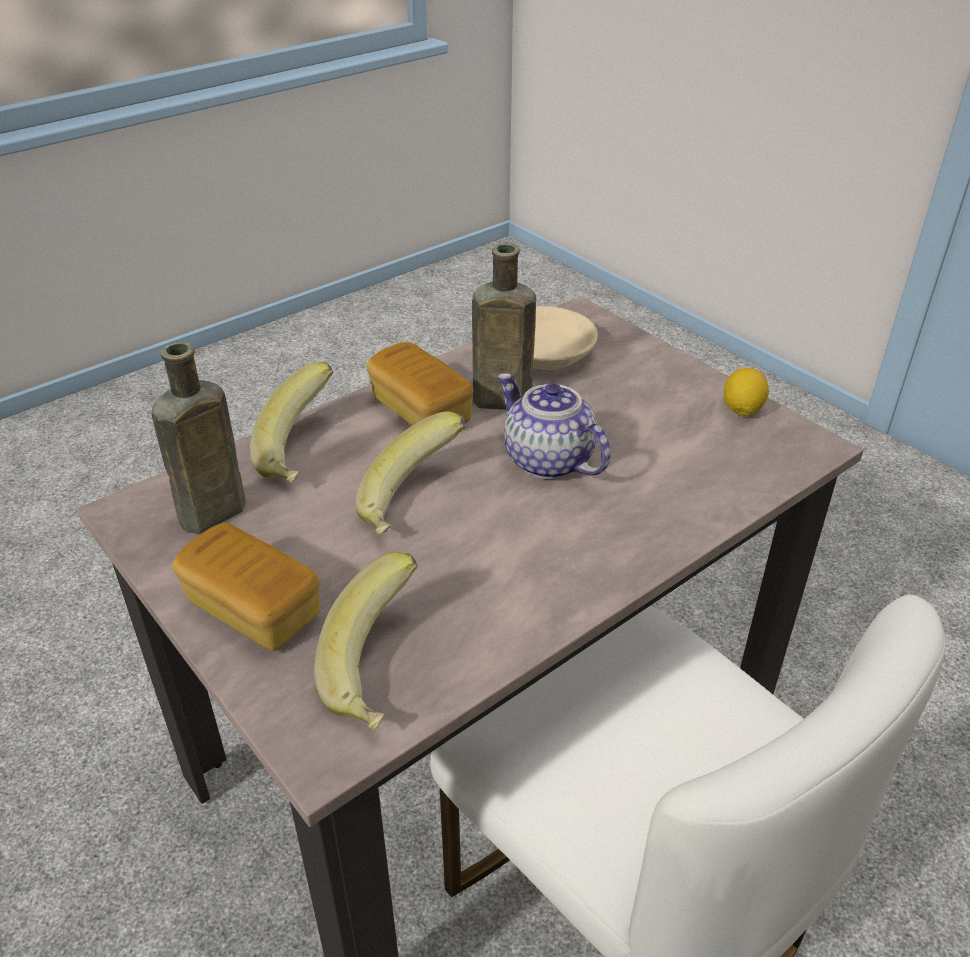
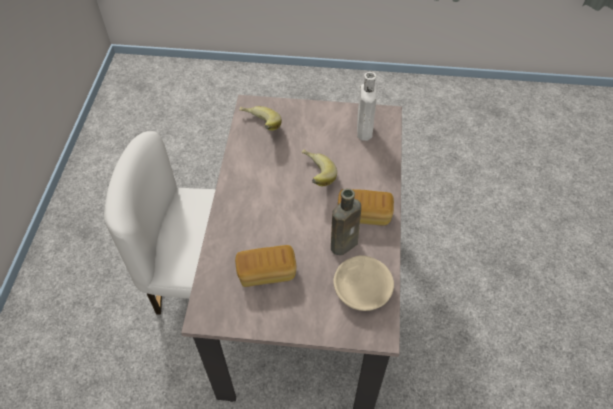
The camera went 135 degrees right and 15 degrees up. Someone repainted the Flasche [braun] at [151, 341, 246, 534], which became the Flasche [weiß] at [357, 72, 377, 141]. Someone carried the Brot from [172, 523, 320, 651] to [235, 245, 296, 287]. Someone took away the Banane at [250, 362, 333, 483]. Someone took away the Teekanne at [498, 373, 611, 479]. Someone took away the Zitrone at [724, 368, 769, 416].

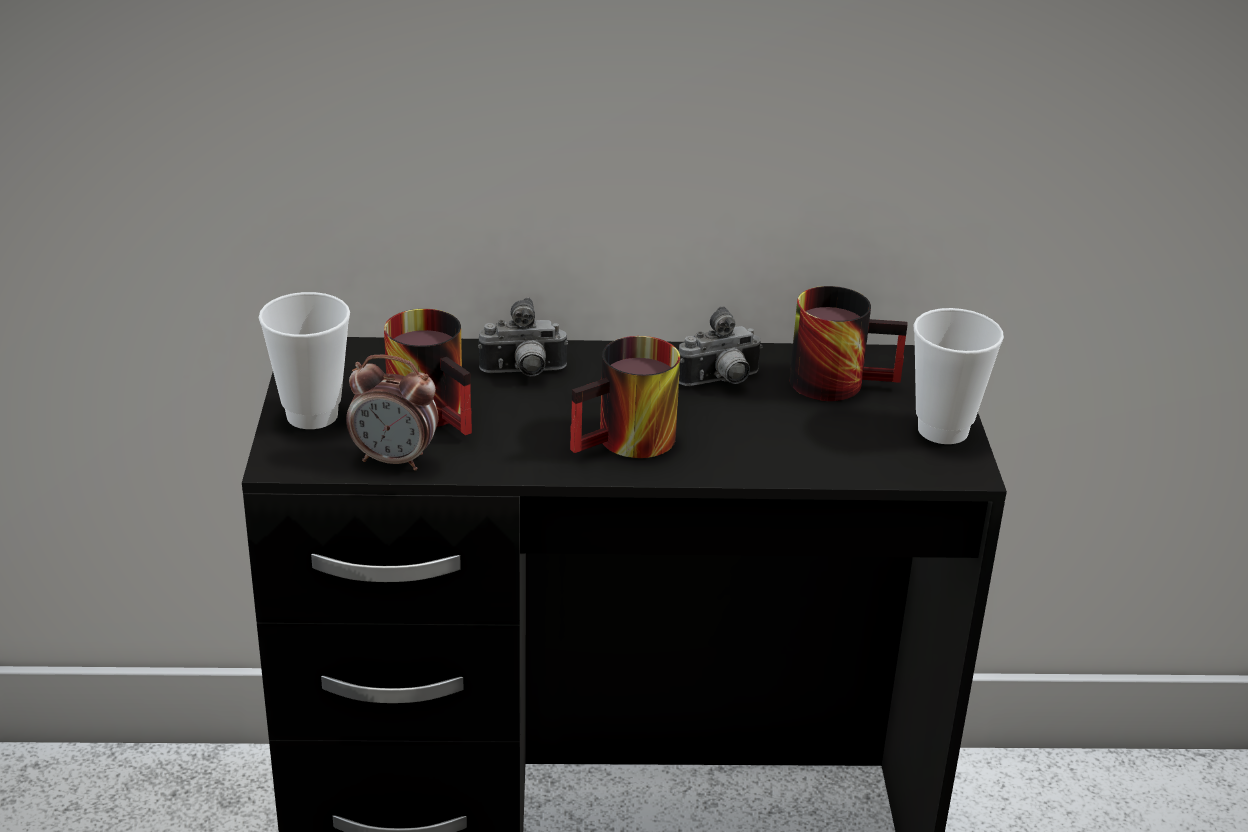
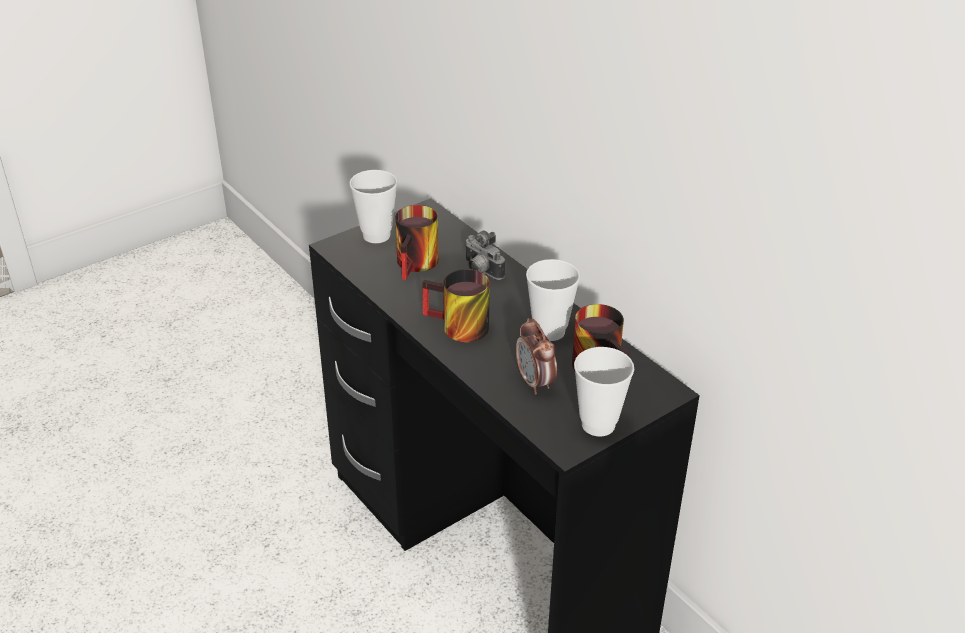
The camera went 55 degrees right and 5 degrees up. Someone carried the Wecker from [346, 355, 438, 471] to [516, 318, 557, 394]. Someone swapped the Kamera at [679, 306, 763, 386] for the Tasse at [526, 259, 580, 341].

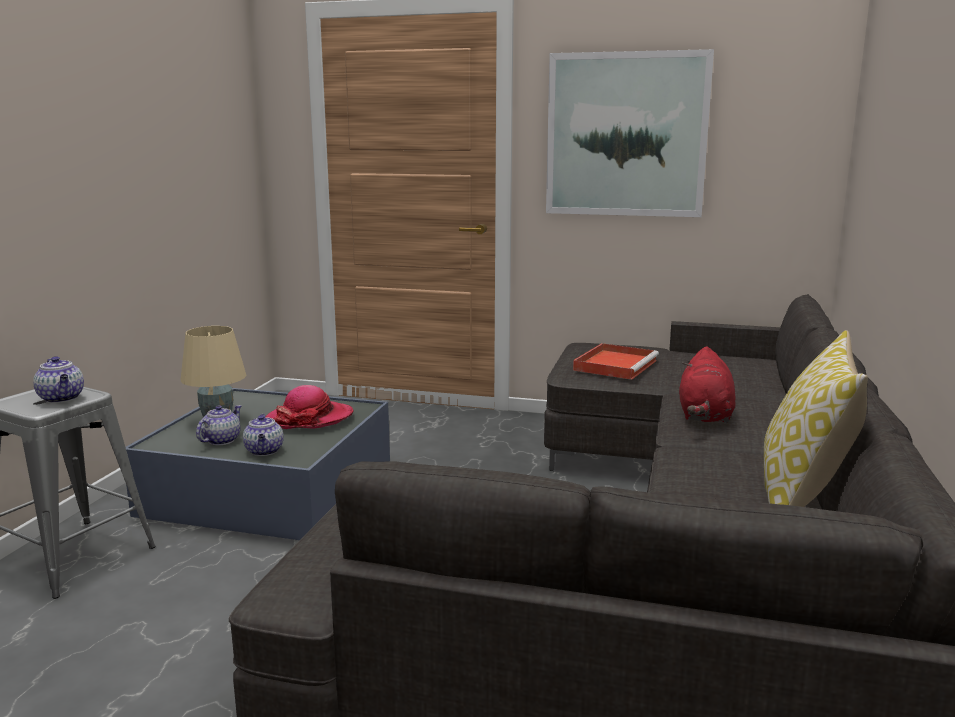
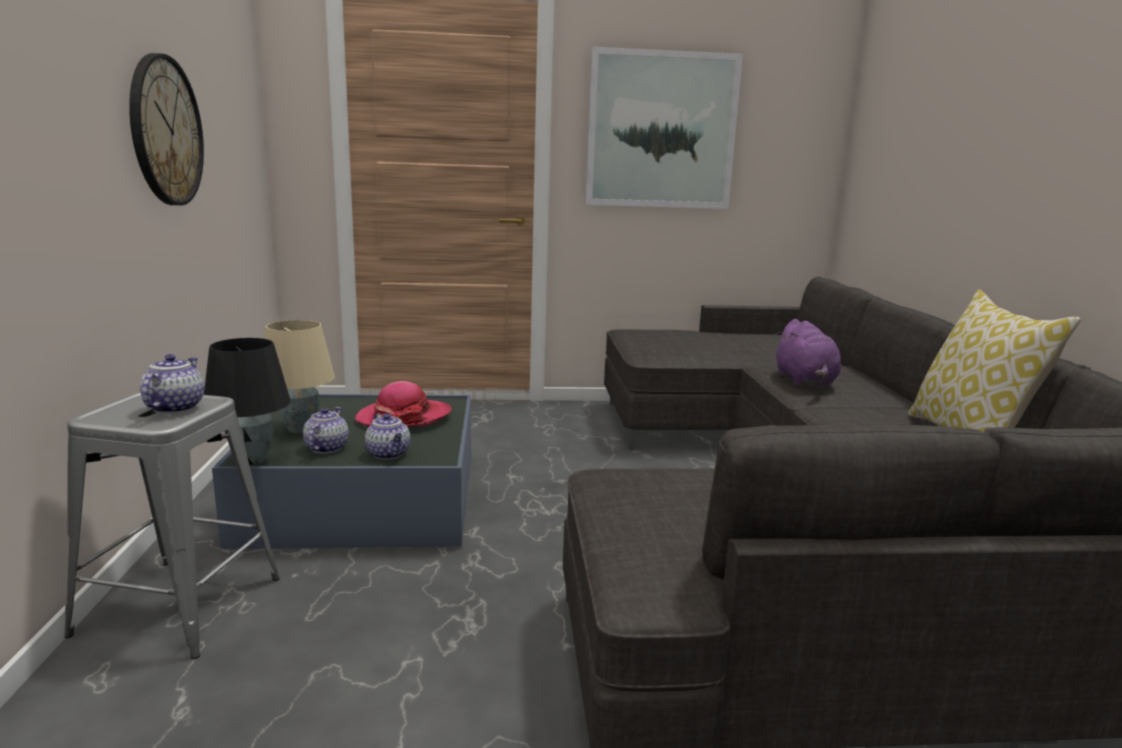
The camera went 20 degrees left and 0 degrees up. Someone rotated the Teekanne at [33, 356, 84, 403] by 120 degrees counterclockwise. Someone took away the Tablett [rot] at [573, 343, 659, 380]. Someone repainted the Plüschtier [rot] at [679, 346, 736, 423], which became the Plüschtier [lila] at [775, 319, 841, 386]. Someone put up the Wanduhr at [129, 53, 204, 205]. Someone put down the Tischlampe [schwarz] at [204, 338, 290, 465].

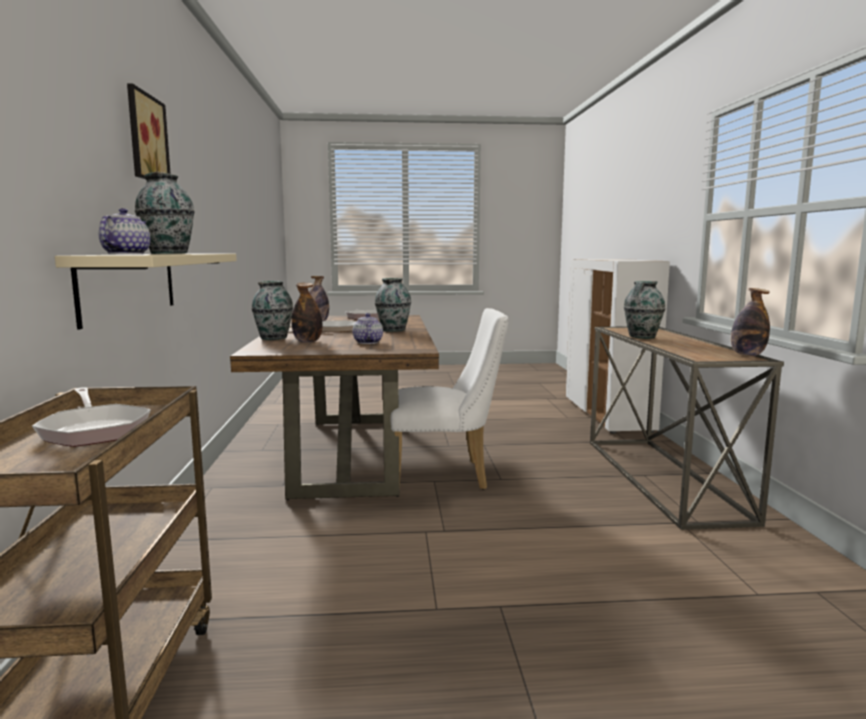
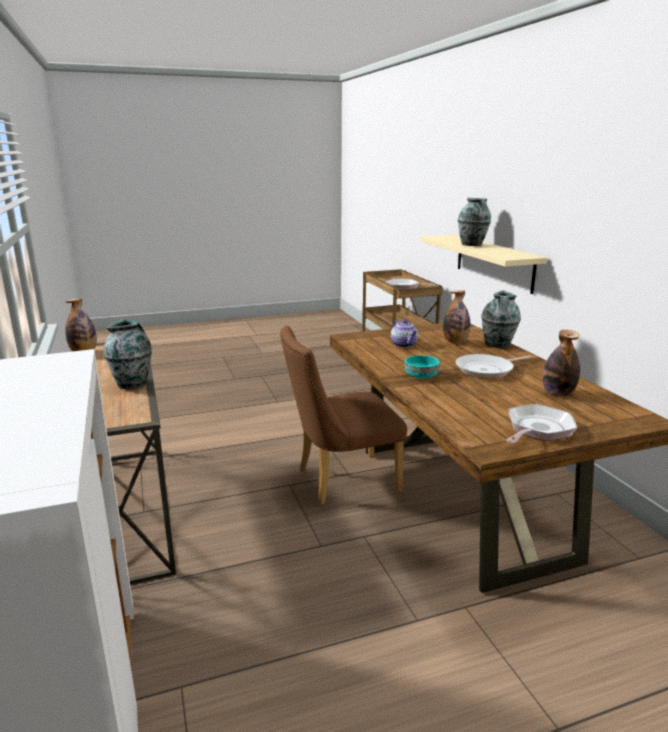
The camera went 165 degrees right and 10 degrees up. Someone took away the Teekanne at [99, 208, 150, 255]. Someone took away the Bild at [127, 83, 171, 179]. Someone swapped the Vase at [375, 278, 411, 332] for the Schüssel [türkis] at [404, 355, 440, 378]. Someone repainted the Stuhl [weiß] at [390, 308, 509, 490], which became the Stuhl [braun] at [280, 326, 407, 505].

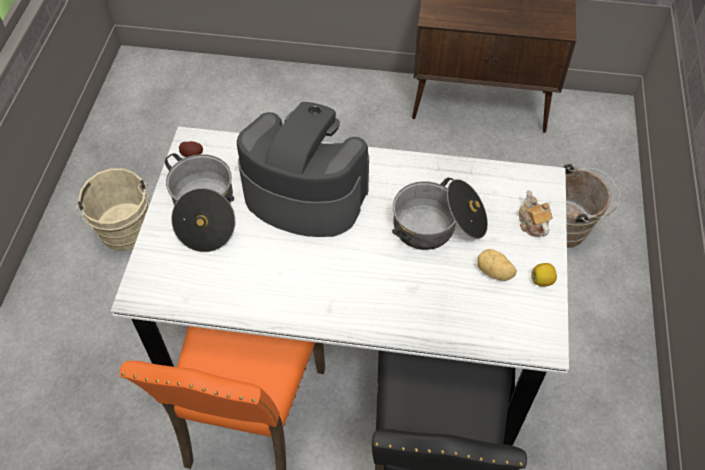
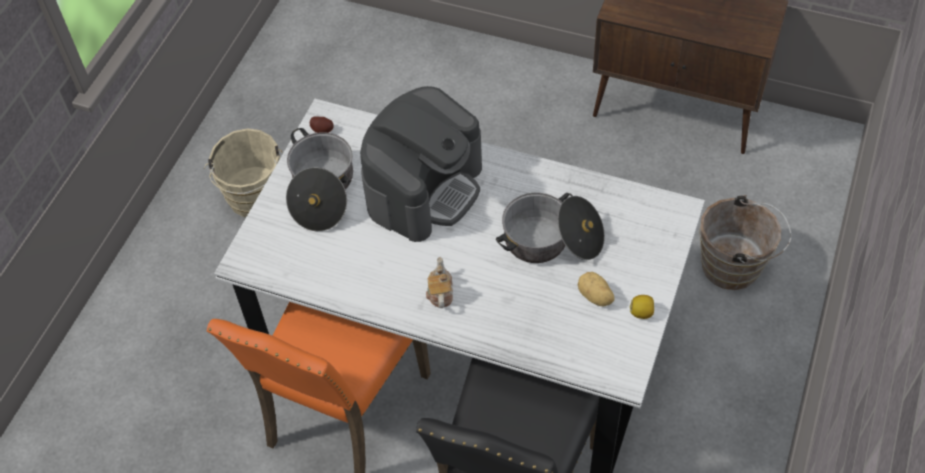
The camera went 15 degrees right and 0 degrees up. Someone rotated the Kaffeemaschine at [237, 102, 369, 237] by 90 degrees clockwise. Someone carried the Teekanne from [519, 190, 553, 237] to [426, 257, 453, 308].

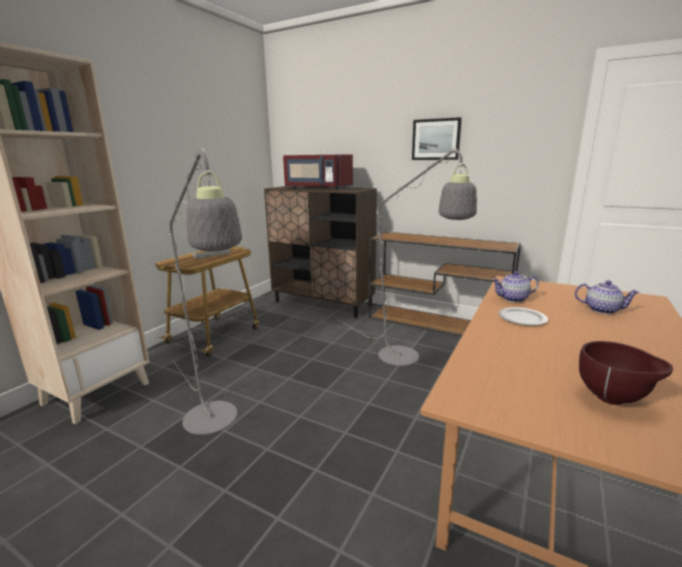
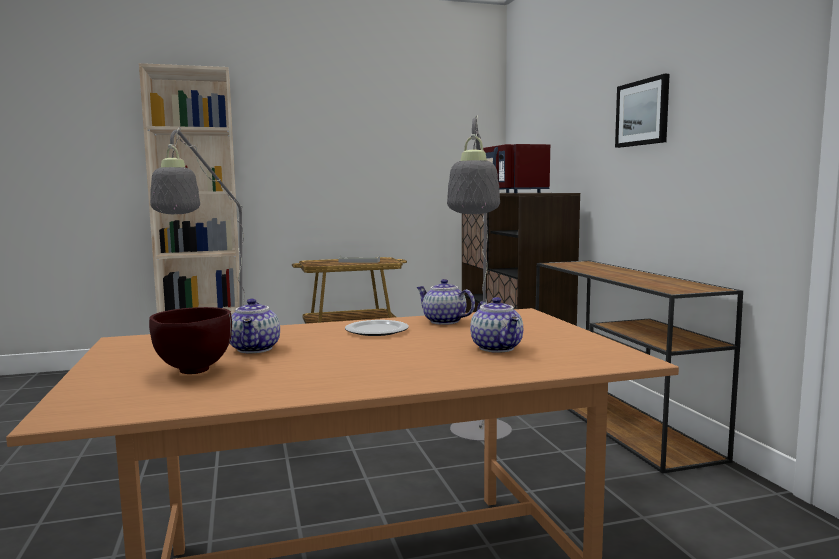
The camera went 45 degrees right and 10 degrees down. Someone put down the Teekanne at [230, 299, 280, 353].

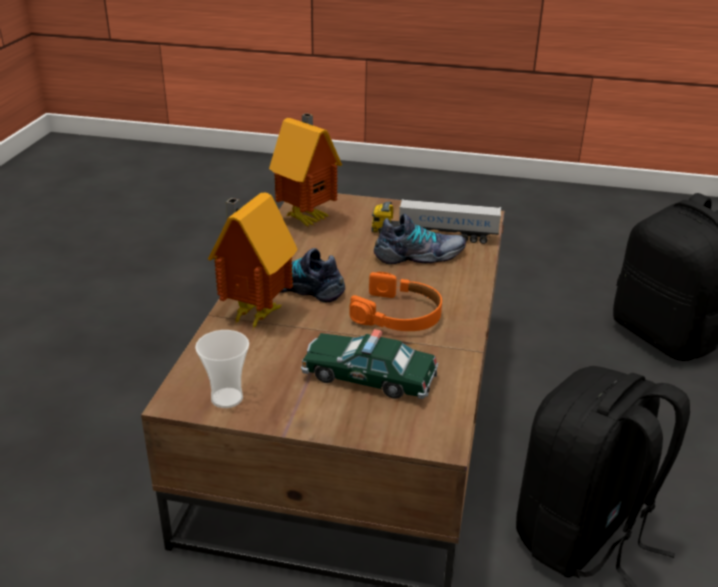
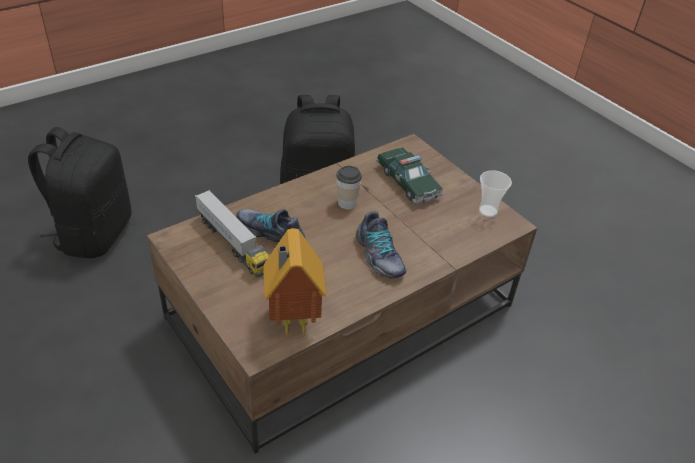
The camera went 140 degrees left and 10 degrees up. Someone took away the Spielzeughaus at [208, 193, 297, 329]. Someone swapped the Kopfhörer [orange] at [349, 272, 442, 331] for the Tasse at [336, 166, 362, 209].

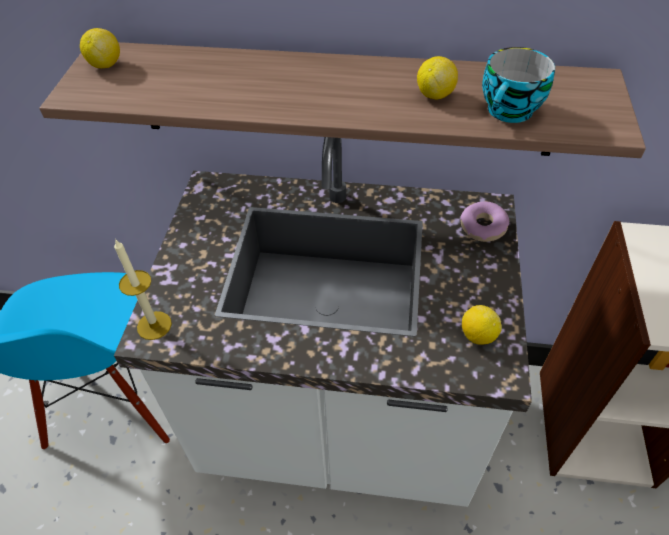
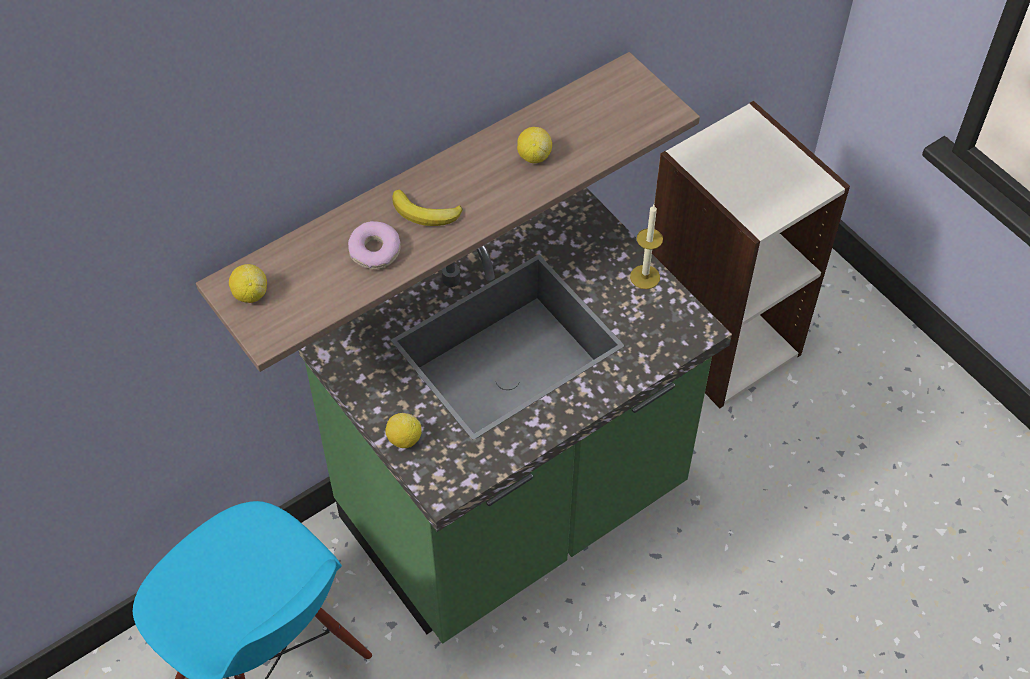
The camera went 45 degrees left and 5 degrees up. Someone repainted the Küchenzeile [weiß] at [114, 137, 532, 507], which became the Küchenzeile [grün] at [298, 188, 732, 644]. Someone carried the Kerze from [114, 239, 172, 340] to [630, 205, 663, 289]. Someone carried the Donut from [461, 201, 509, 242] to [348, 221, 401, 269]. Someone carried the Zitrone from [462, 305, 502, 345] to [385, 413, 422, 448]. Someone took away the Tasse at [482, 47, 555, 123]. Someone put down the Banane at [392, 189, 463, 226].

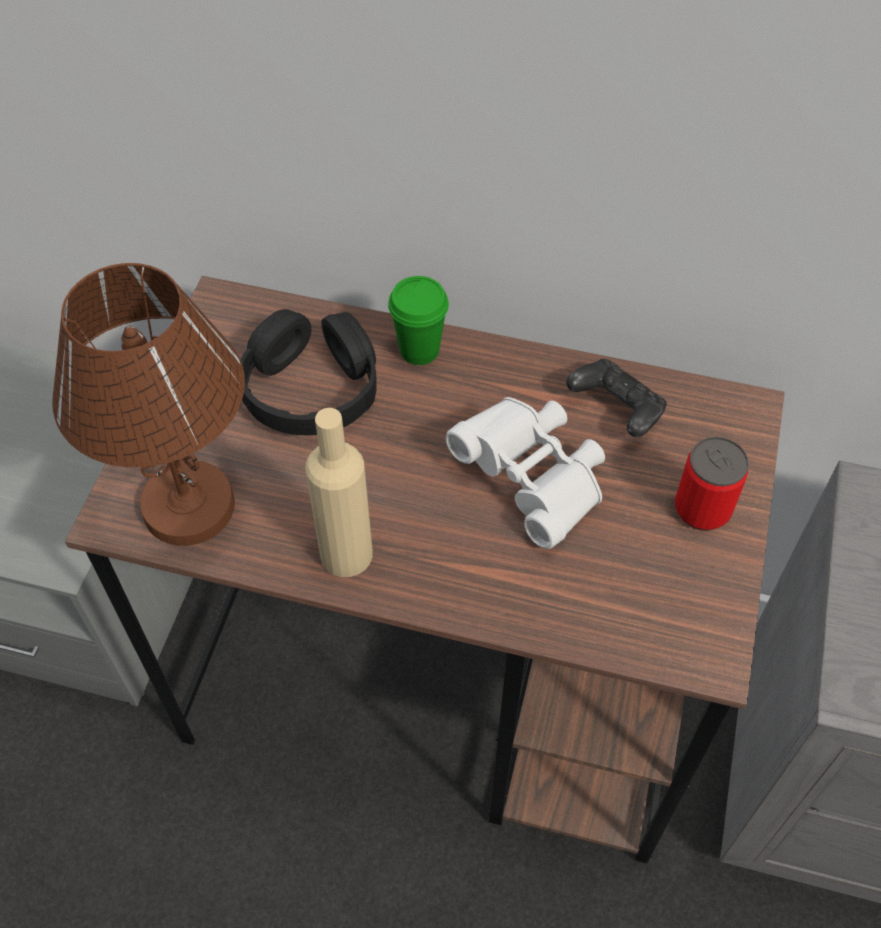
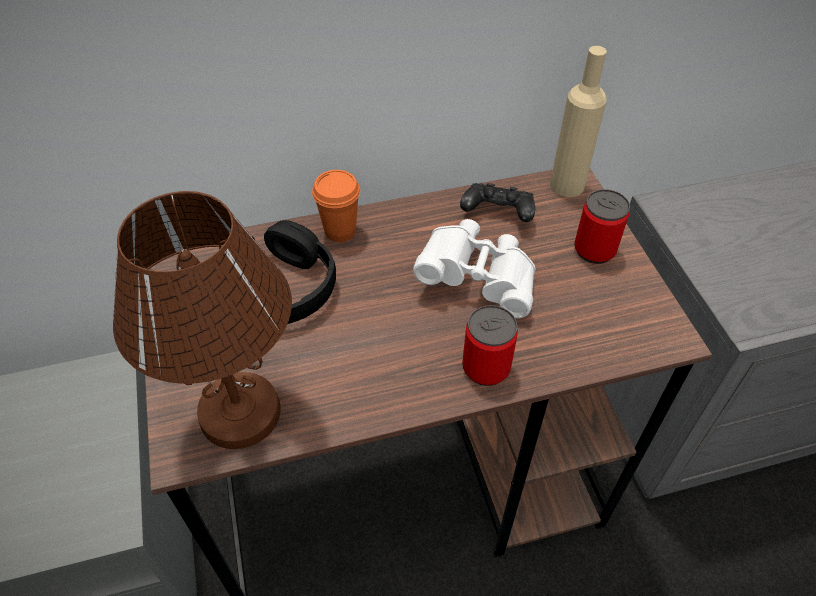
The camera went 30 degrees left and 5 degrees down. Someone carried the Flasche [beige] from [305, 408, 373, 577] to [550, 46, 607, 197]. Someone repainted the Tasse [grün] at [388, 276, 449, 365], which became the Tasse [orange] at [312, 170, 360, 242]. Someone put down the Dose at [462, 305, 518, 386].

